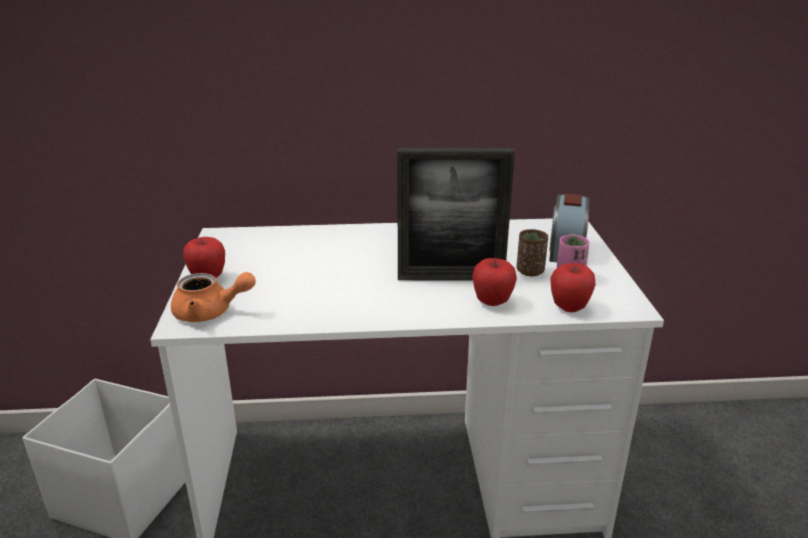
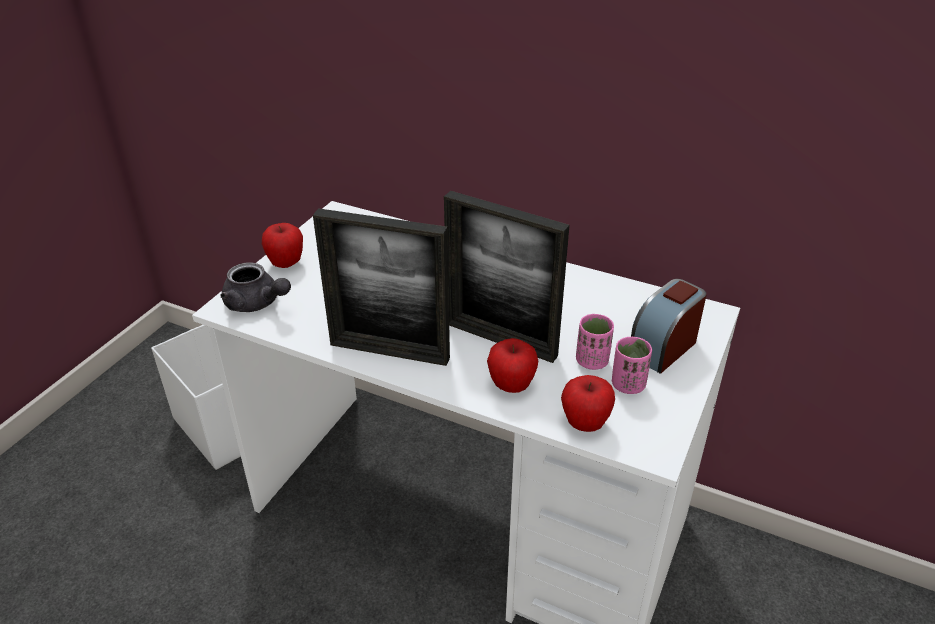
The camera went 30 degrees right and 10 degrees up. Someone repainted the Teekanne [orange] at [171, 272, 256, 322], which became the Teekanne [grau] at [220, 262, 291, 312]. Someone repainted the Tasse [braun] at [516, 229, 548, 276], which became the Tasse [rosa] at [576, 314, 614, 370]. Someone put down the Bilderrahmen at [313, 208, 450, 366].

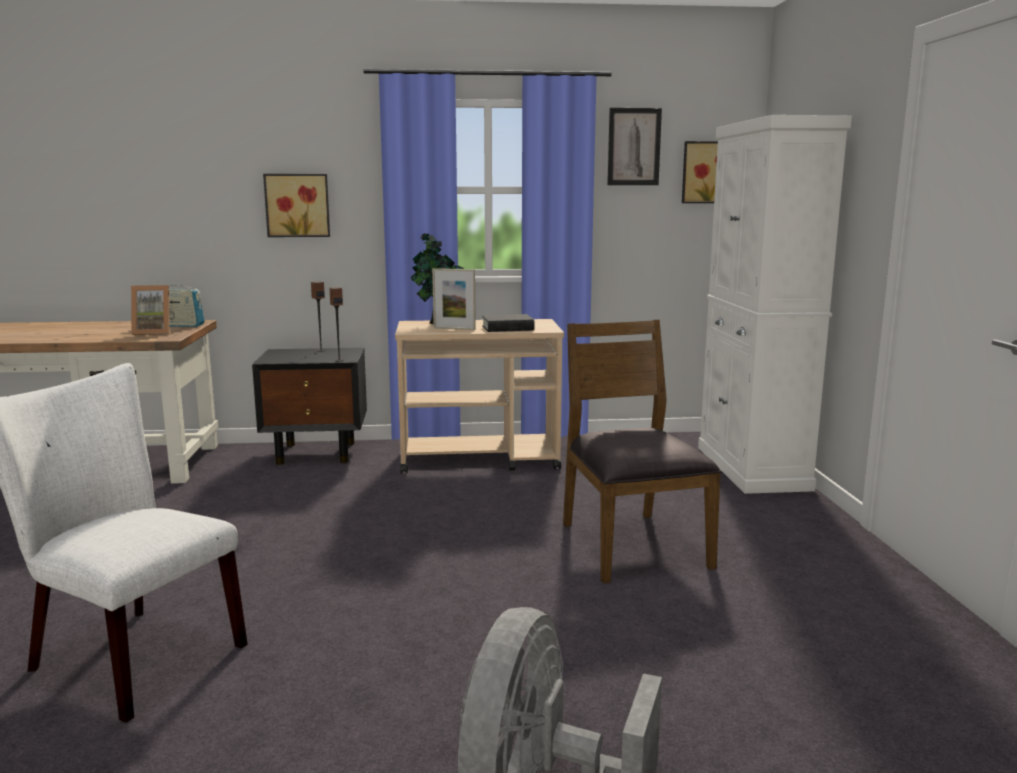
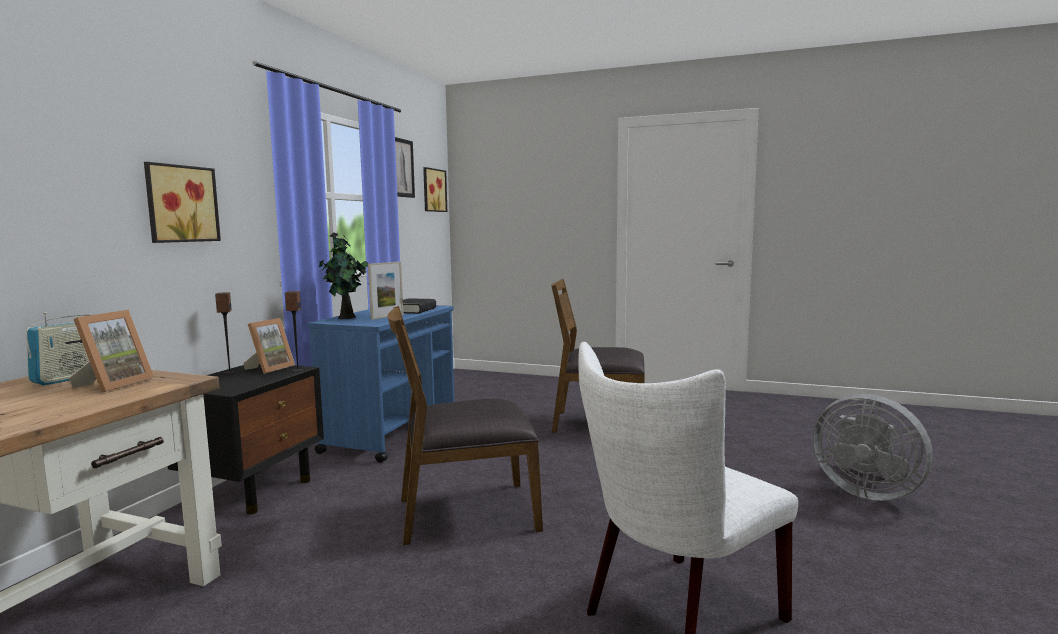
The camera went 65 degrees left and 5 degrees down. Someone repainted the Rollwagen [beige] at [395, 319, 564, 474], which became the Rollwagen [blau] at [308, 305, 454, 463]. Someone took away the Schrank [weiß] at [698, 115, 852, 494]. Someone put down the Bilderrahmen at [243, 318, 295, 374]. Someone put down the Stuhl [braun] at [387, 306, 543, 545].

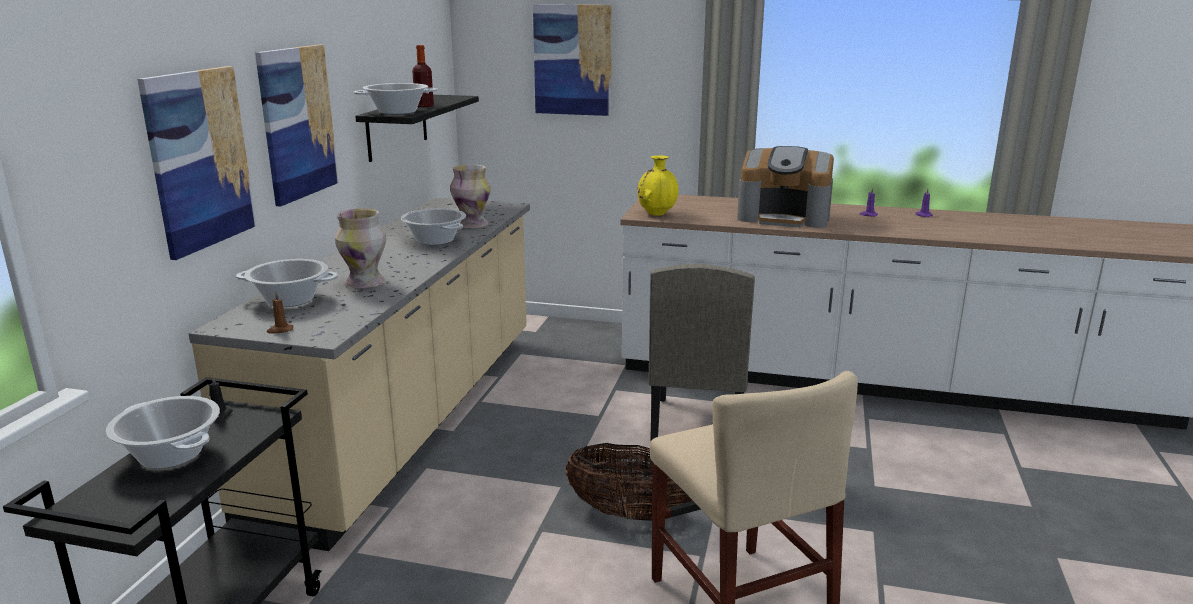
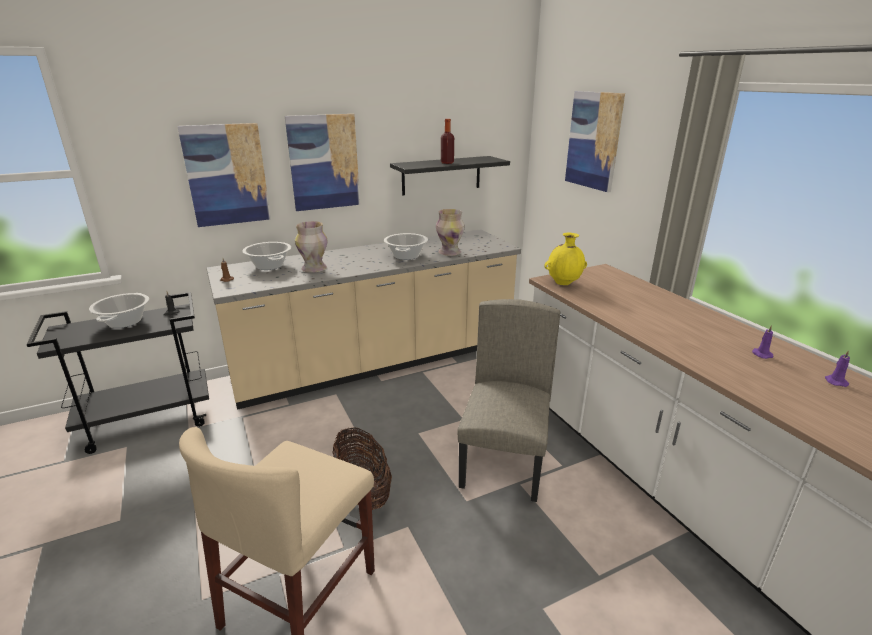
The camera went 50 degrees right and 5 degrees up. Someone took away the Kochtopf at [353, 83, 437, 115]. Someone rotated the Stuhl [beige] at [648, 264, 755, 442] by 135 degrees clockwise. Someone took away the Kaffeemaschine at [737, 146, 834, 228].

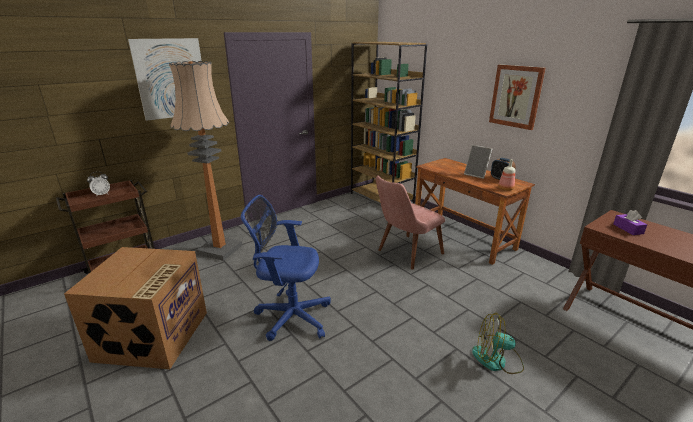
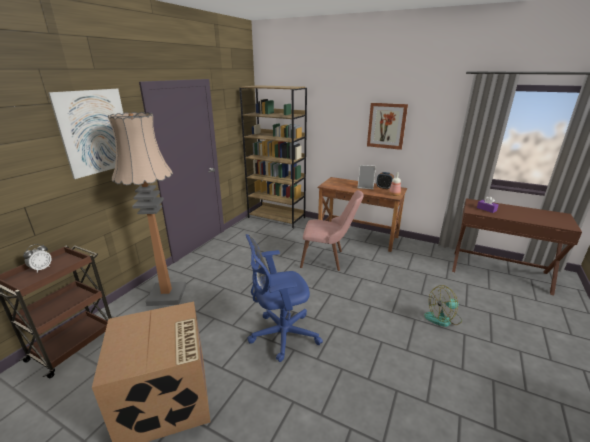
The camera went 25 degrees left and 0 degrees up. Someone rotated the Stuhl [rosa] at [376, 175, 445, 270] by 105 degrees counterclockwise.

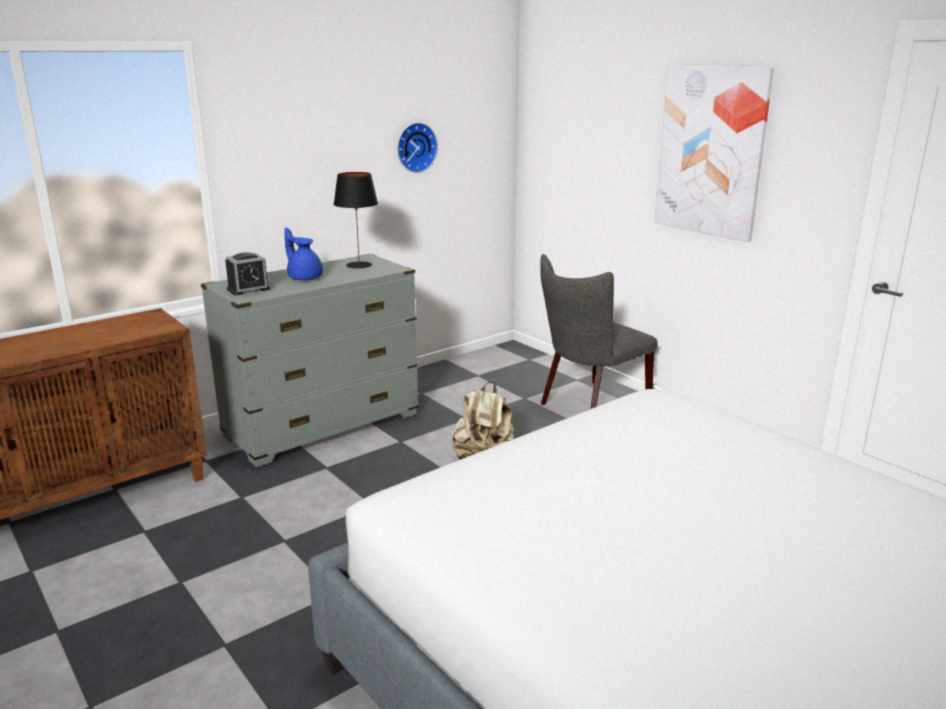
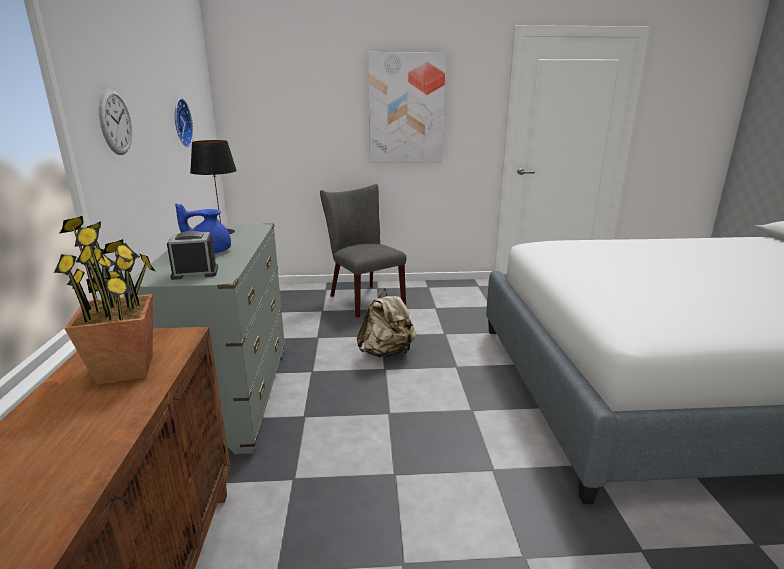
The camera went 55 degrees left and 0 degrees up. Someone rotated the Wecker at [225, 252, 270, 295] by 105 degrees counterclockwise. Someone rotated the Stuhl [grau] at [540, 254, 658, 409] by 150 degrees clockwise. Someone put down the Topfpflanze at [54, 216, 155, 385]. Someone put up the Wanduhr at [99, 89, 132, 155].

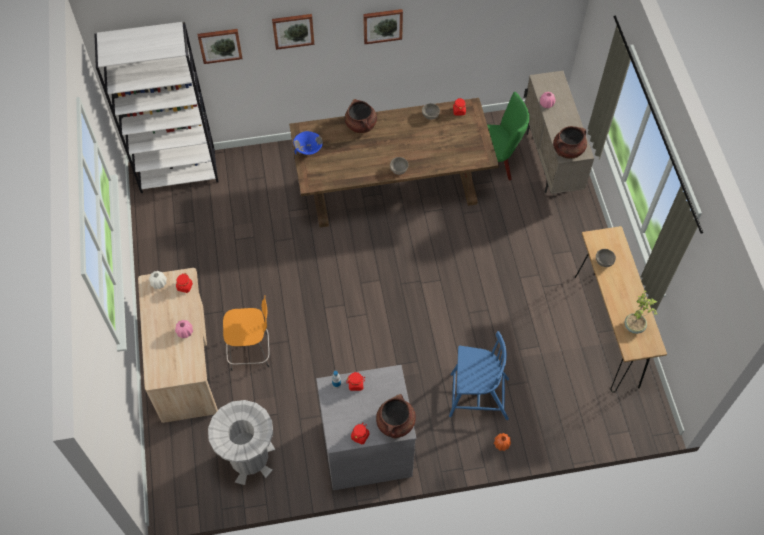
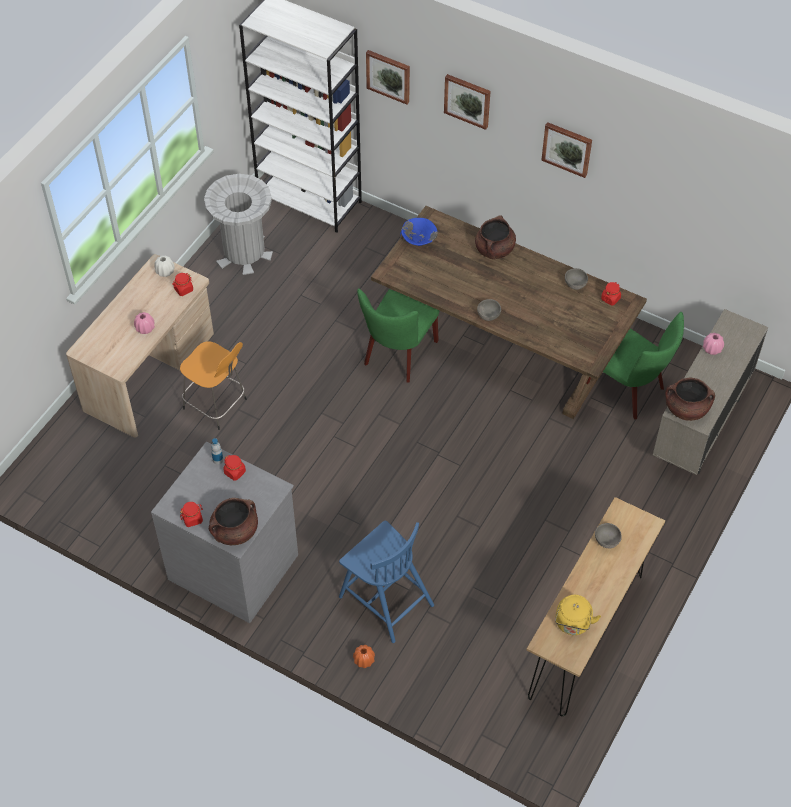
The camera went 40 degrees right and 5 degrees down. Someone carried the Mülleimer [grau] from [208, 400, 275, 485] to [204, 174, 273, 275]. Someone swapped the Topfpflanze at [625, 291, 657, 334] for the Wasserkessel [gelb] at [555, 595, 601, 635]. Someone put down the Stuhl [grün] at [357, 289, 439, 383].

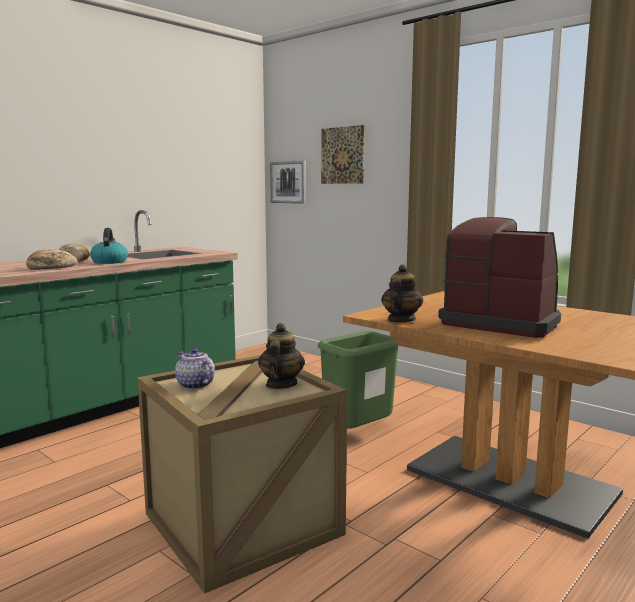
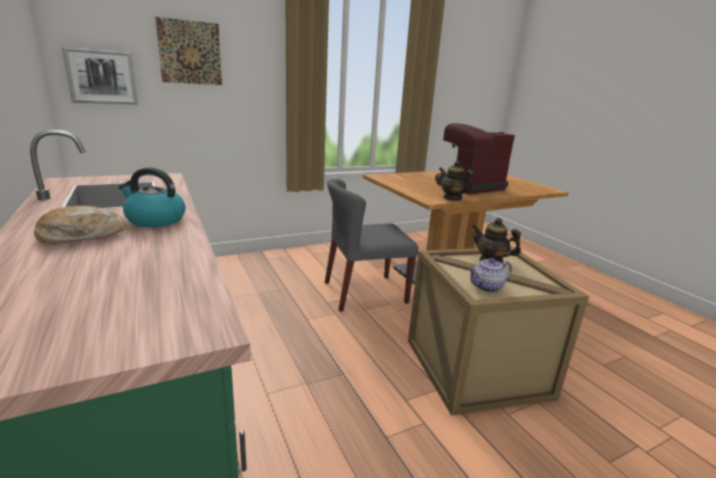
The camera went 70 degrees left and 10 degrees up. Someone took away the Brot at [26, 249, 78, 270]. Someone swapped the Mülleimer [grün] at [318, 331, 399, 429] for the Stuhl [grau] at [325, 179, 419, 312].

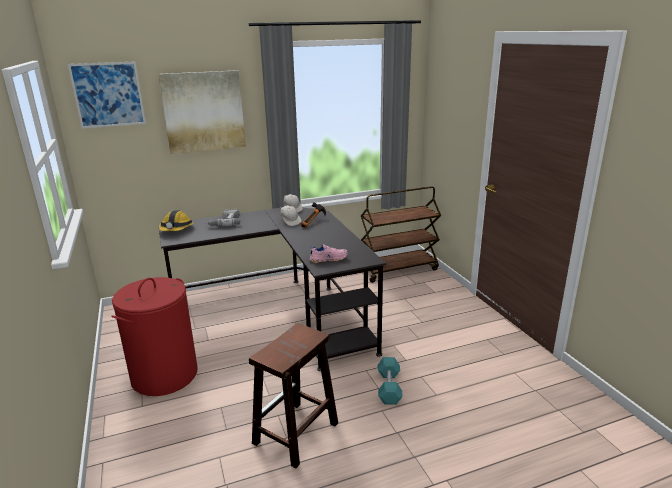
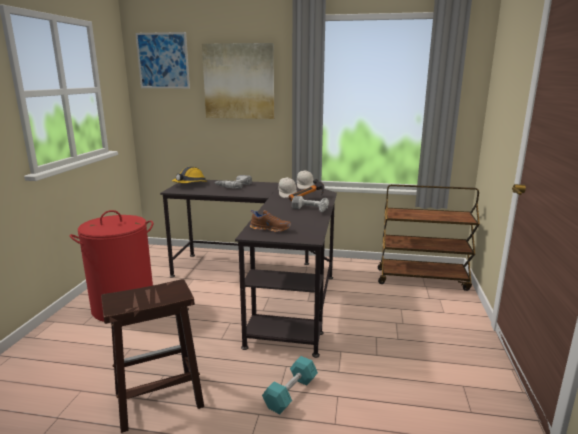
The camera went 30 degrees right and 5 degrees down. Someone repainted the Schuh [rosa] at [309, 244, 348, 263], which became the Schuh [braun] at [250, 210, 291, 232]. Someone put down the Bohrmaschine at [292, 196, 329, 212].

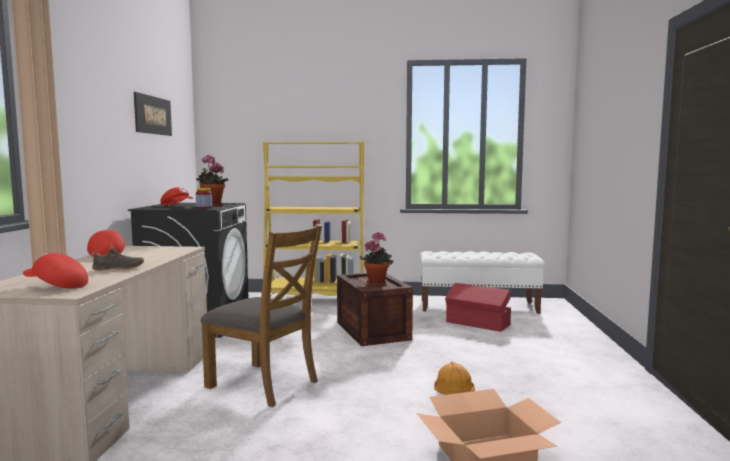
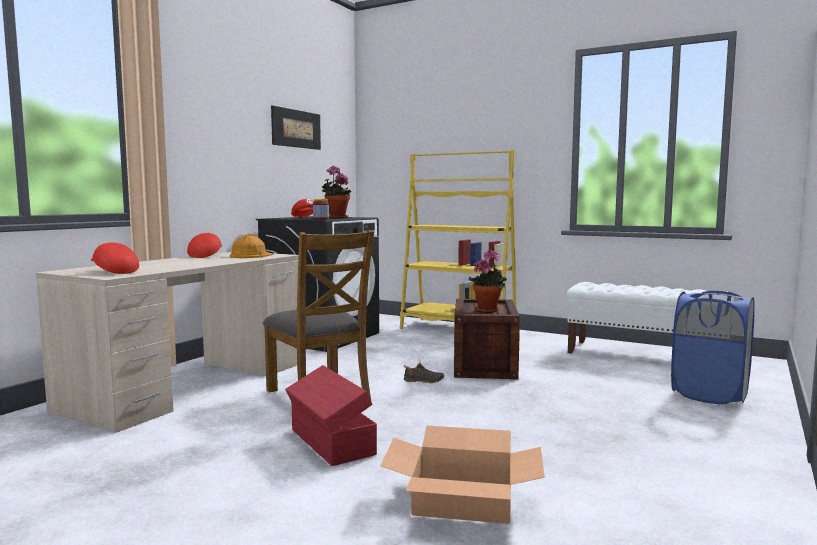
The camera went 25 degrees right and 0 degrees up. Someone carried the Schuh [schwarz] from [92, 244, 144, 271] to [404, 360, 444, 383]. Someone carried the Schutzhelm [orange] from [434, 362, 475, 395] to [230, 234, 274, 258]. Someone carried the Aufbewahrungsbox [rot] from [445, 283, 511, 332] to [285, 365, 377, 466]. Someone put down the Wäschekorb [blau] at [671, 291, 754, 404].

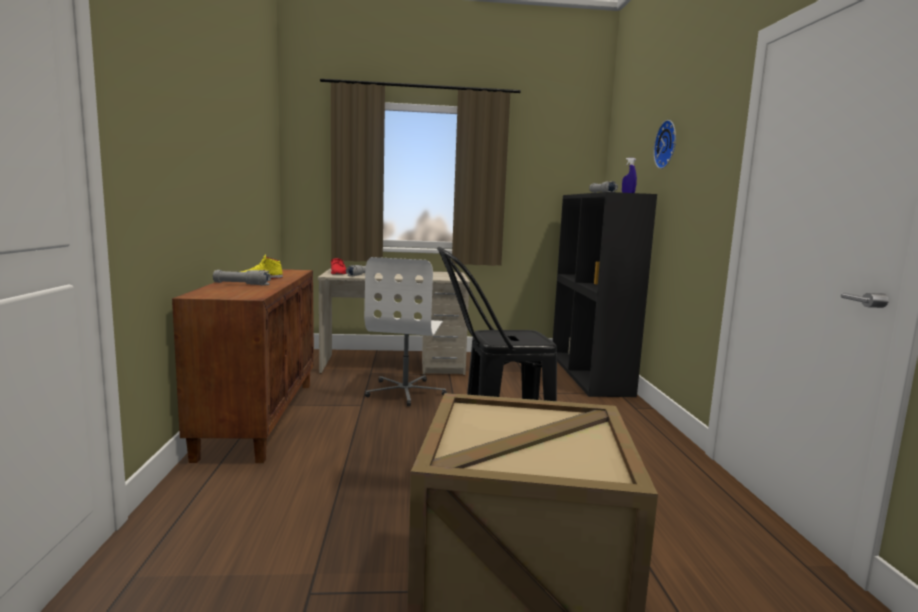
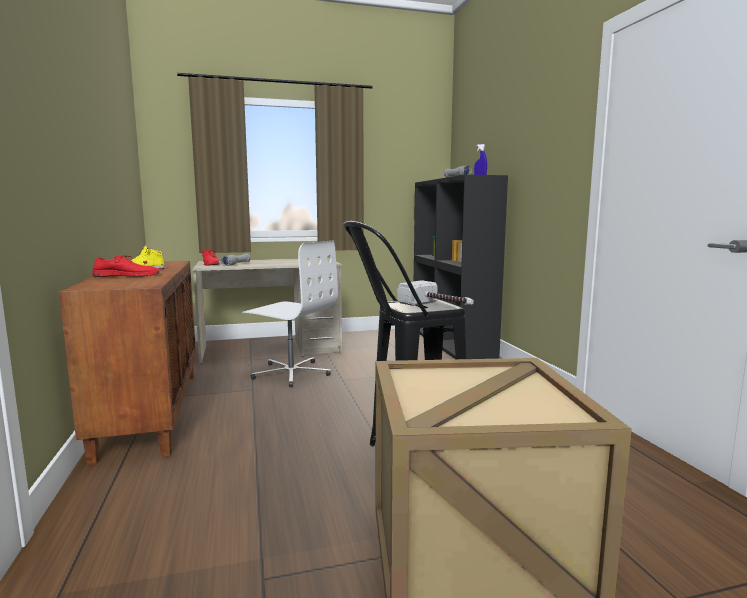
The camera went 10 degrees left and 0 degrees up. Someone swapped the Taschenlampe [grau] at [213, 270, 271, 285] for the Schuh [rot] at [92, 255, 160, 277]. Someone rotated the Bürostuhl [weiß] at [364, 257, 447, 406] by 60 degrees counterclockwise. Someone took away the Wanduhr at [653, 120, 676, 169]. Someone put down the Hammer at [397, 280, 474, 306].

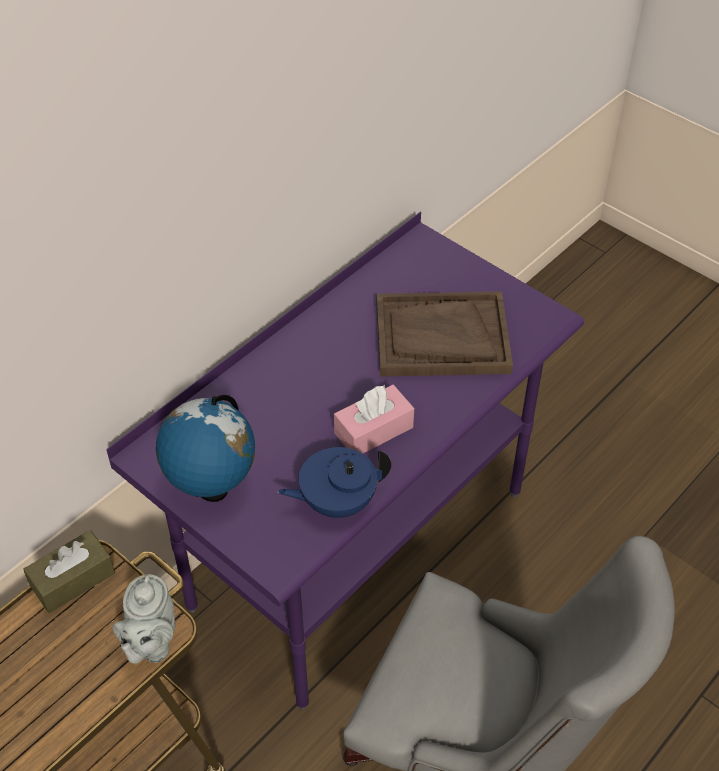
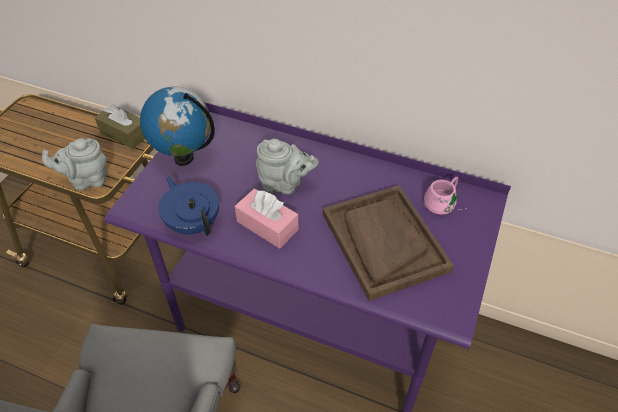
The camera went 70 degrees right and 0 degrees up. Someone put down the Teekanne [grau] at [256, 139, 319, 194]. Someone put down the Henkelbecher [rosa] at [424, 177, 467, 214].

